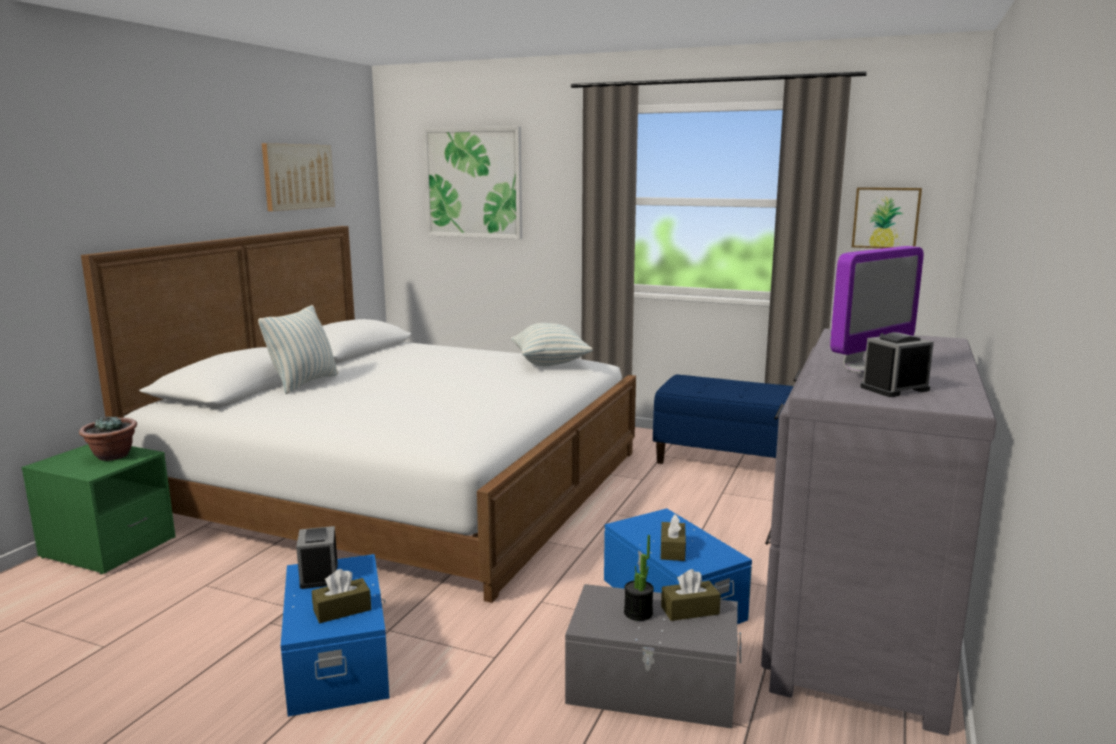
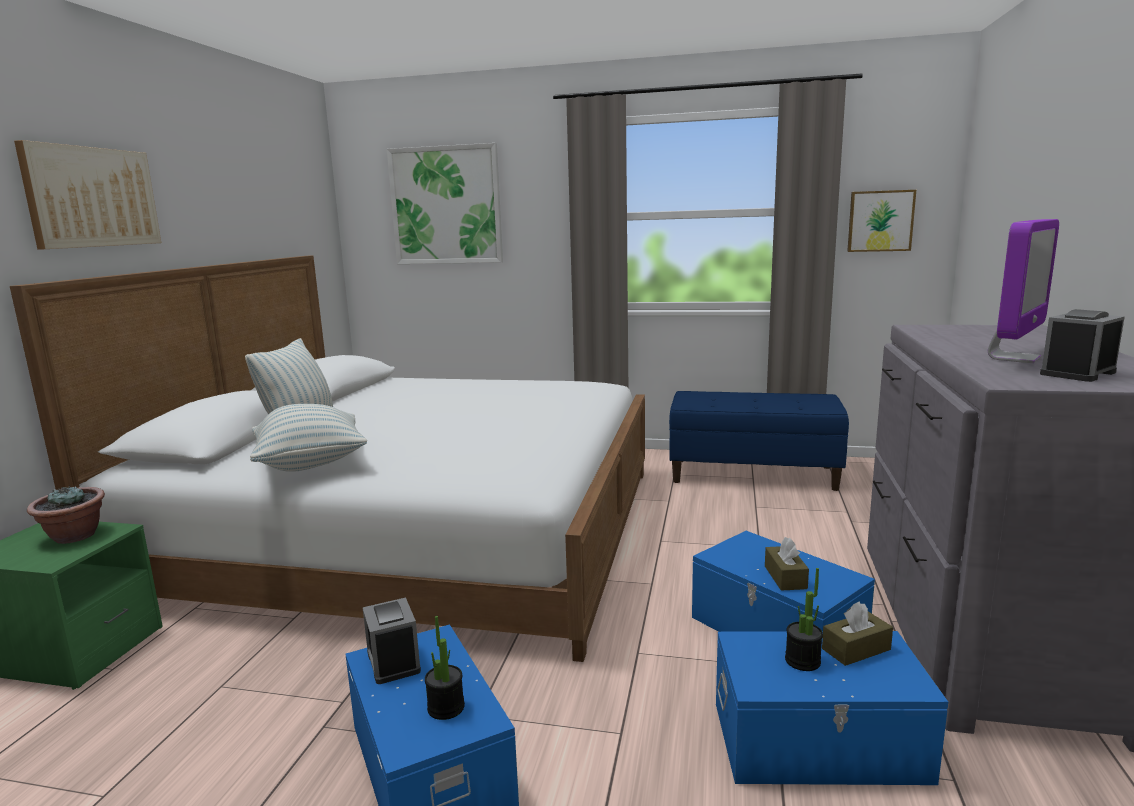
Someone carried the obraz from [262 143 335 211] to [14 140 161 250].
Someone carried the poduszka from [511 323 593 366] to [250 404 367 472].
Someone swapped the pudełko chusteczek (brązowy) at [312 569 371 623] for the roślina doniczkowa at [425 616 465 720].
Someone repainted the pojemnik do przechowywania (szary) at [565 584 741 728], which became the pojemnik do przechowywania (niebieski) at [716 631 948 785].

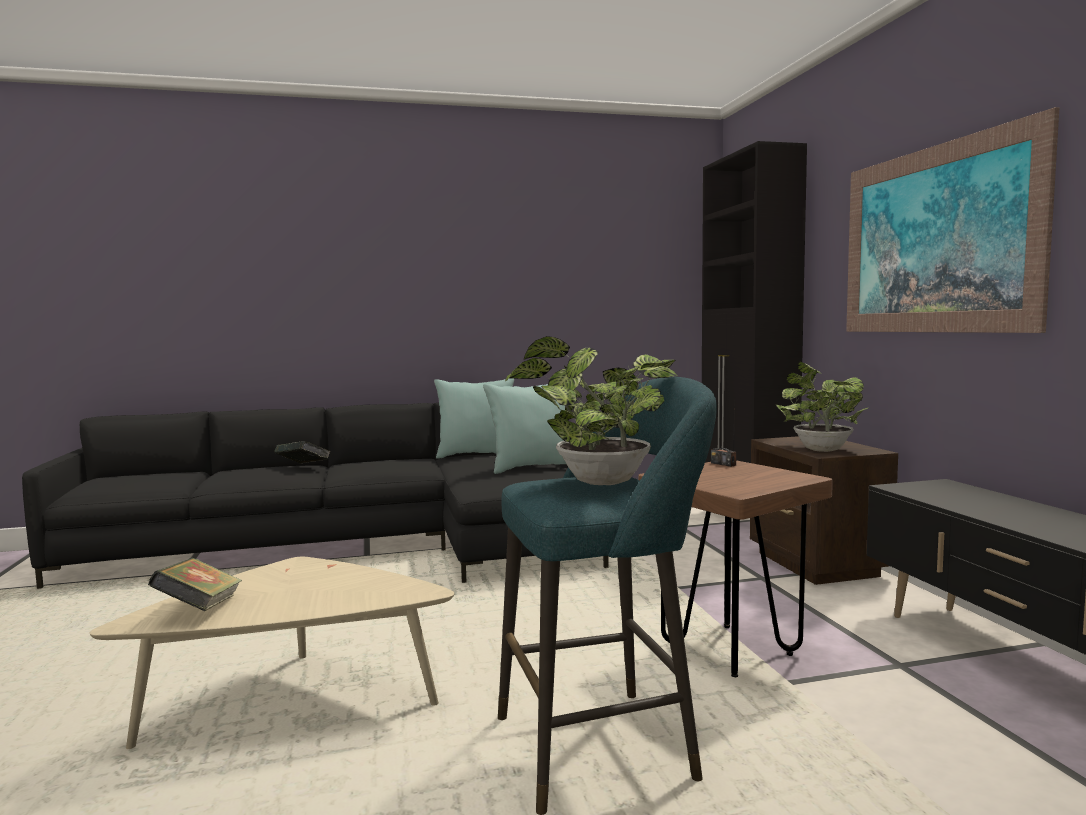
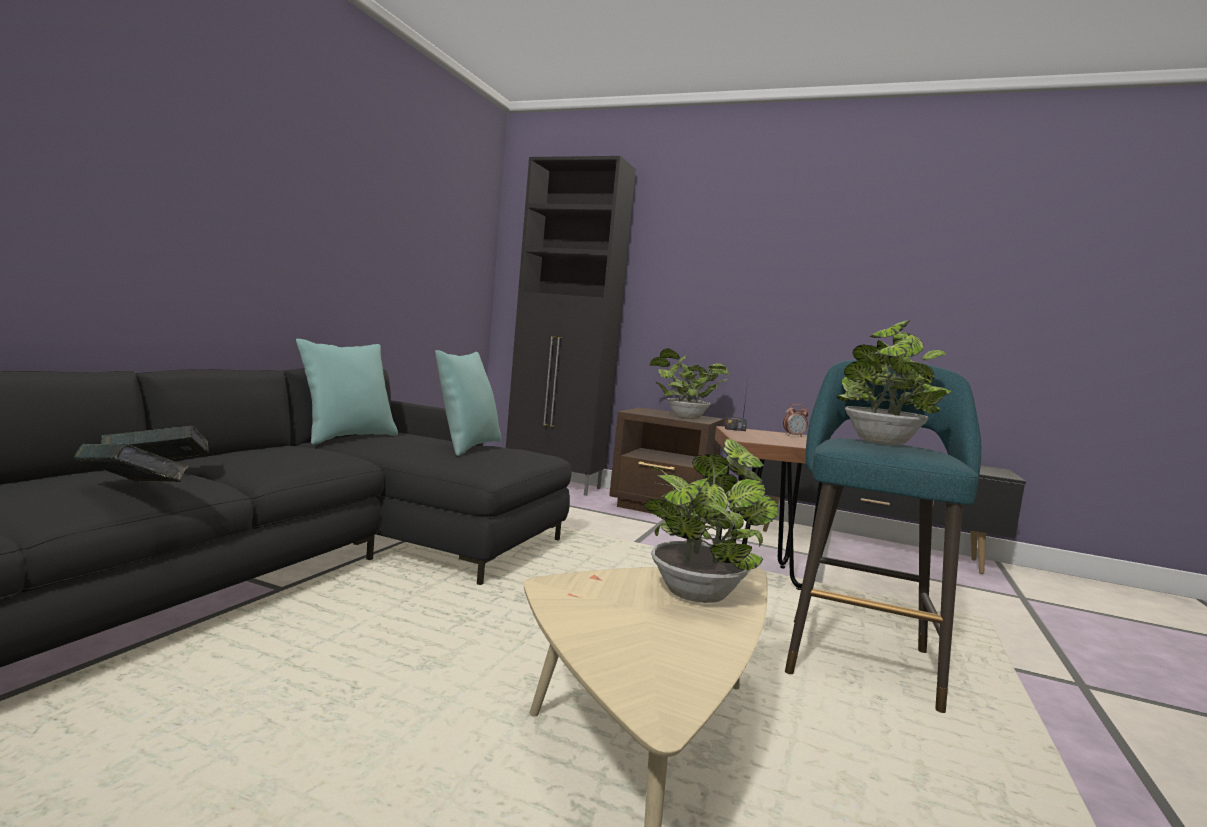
Someone carried the książka from [148 558 242 611] to [74 444 188 482].
Someone put down the roślina doniczkowa at [644 438 778 603].
Someone put down the budzik at [783 404 808 437].
Someone took away the obraz at [846 107 1059 333].

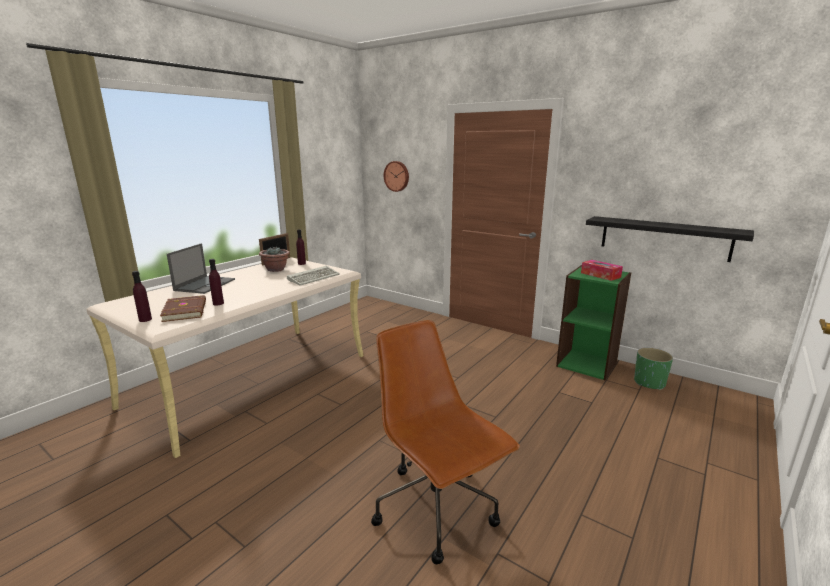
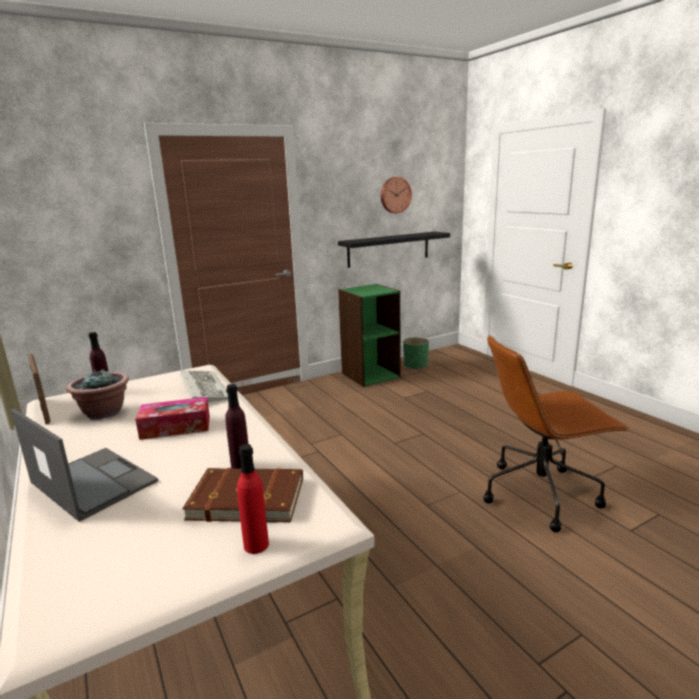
Someone carried the pudełko chusteczek from [581 260 623 281] to [135 397 210 440].
Someone repainted the butelka (fioletowy) at [132 271 152 322], which became the butelka (czerwony) at [237 444 269 554].
Someone carried the zegar ścienny from [384 161 409 192] to [381 177 412 213].

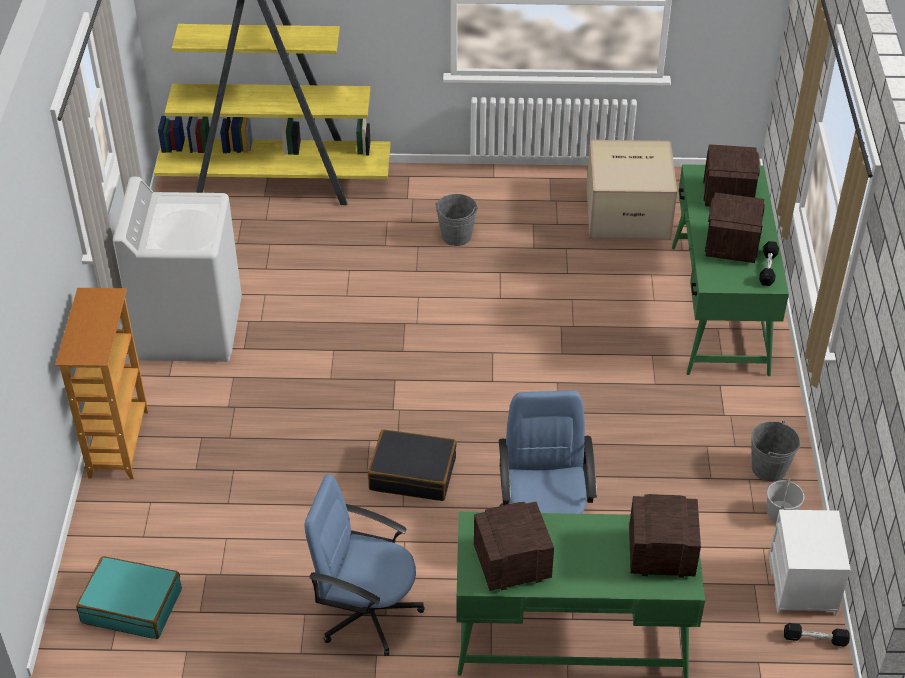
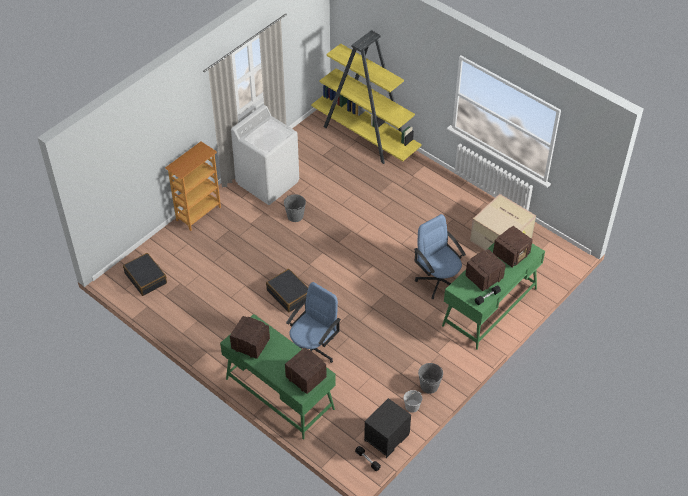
Someone repainted the walizka (turkusowy) at [76 556 182 639], which became the walizka (czarny) at [123 253 167 296].
Someone carried the wiadro (szary) from [436 194 478 246] to [284 194 306 222].
Someone repainted the szafka nocna (biały) at [769 510 851 616], which became the szafka nocna (czarny) at [364 398 411 458].
Someone carried the krzesło biurowe (niebieski) from [304 474 425 656] to [414 214 466 299].

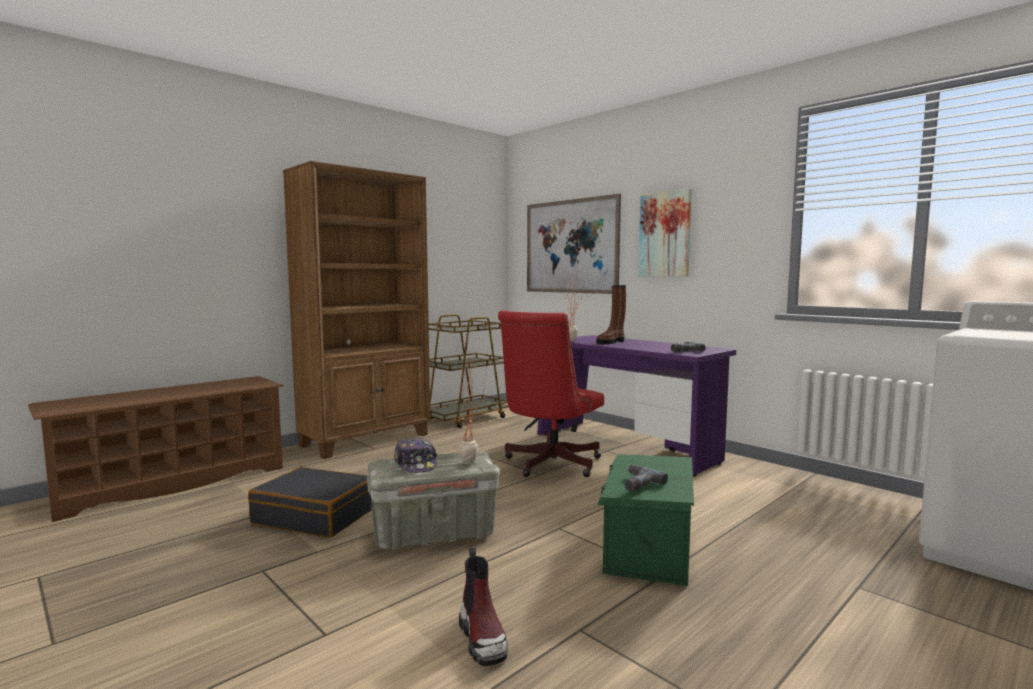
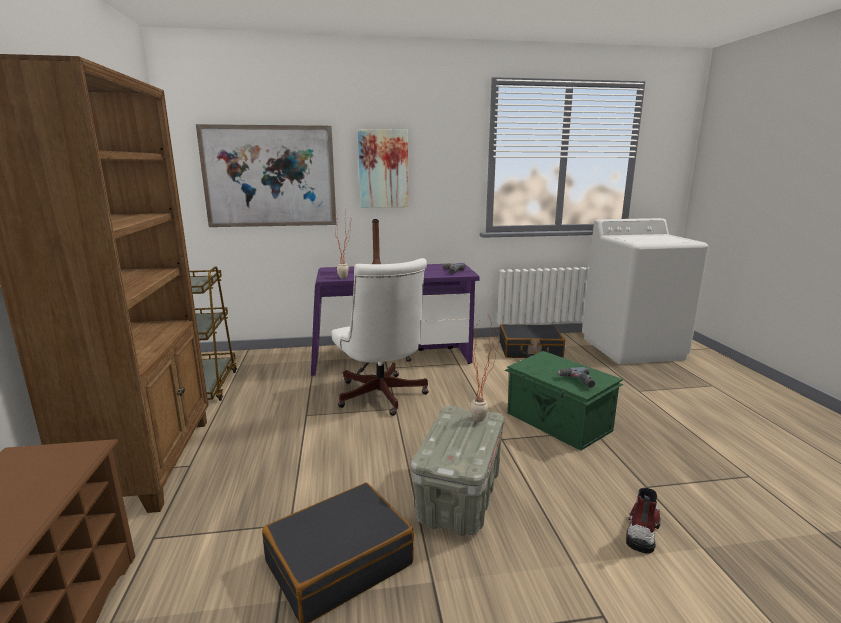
Someone repainted the krzesło biurowe (czerwony) at [498 310 604 477], which became the krzesło biurowe (biały) at [331 258 429 416].
Someone put down the walizka (czarny) at [500 324 565 358].
Someone rotated the but z cholewką at [459 547 508 666] by 75 degrees counterclockwise.
Someone took away the czapka z daszkiem at [394 438 437 473].

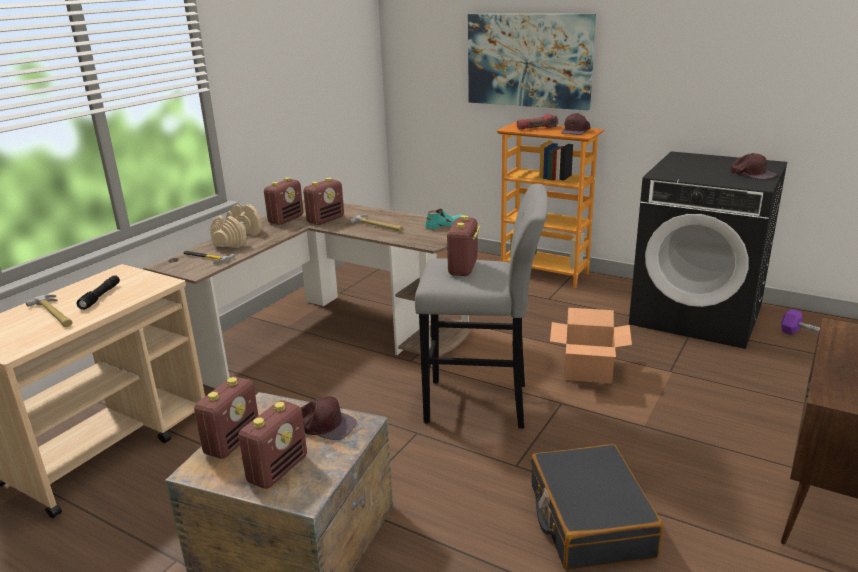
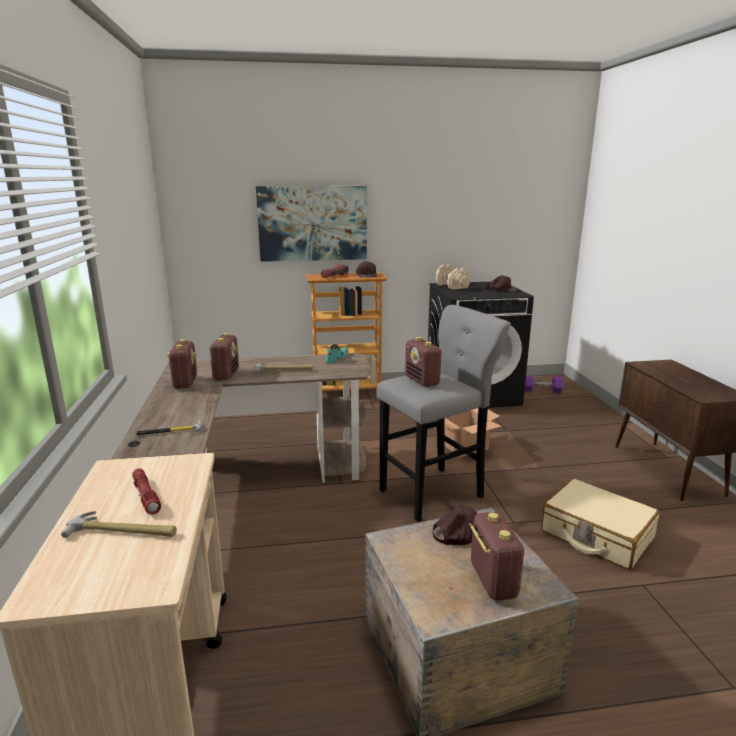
Someone repainted the latarka (czarny) at [76 275 120 310], which became the latarka (czerwony) at [132 468 161 515].
Someone carried the hantel (beżowy) from [210 204 262 248] to [436 264 470 290].
Someone repainted the walizka (czarny) at [531 444 663 570], which became the walizka (beżowy) at [541 478 660 570].
Someone took away the radio at [194 376 259 459].

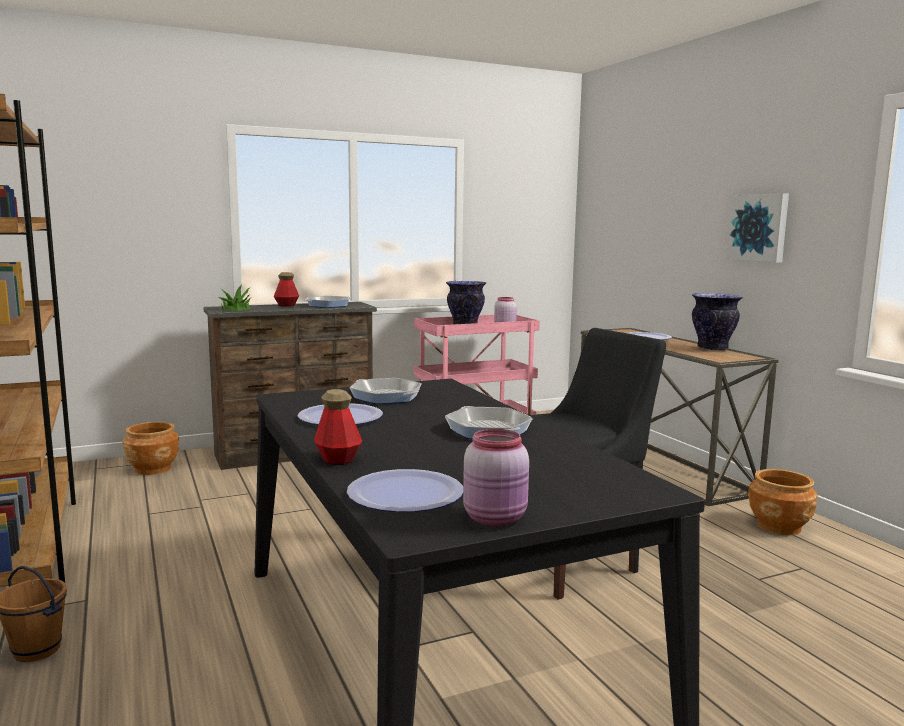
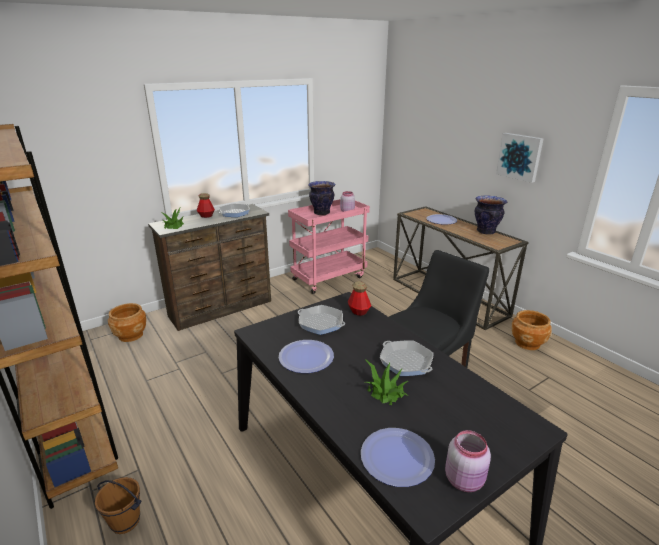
Someone carried the butelka from [314 389 362 465] to [348 281 371 316].
Someone put down the roślina doniczkowa at [365 359 408 405].

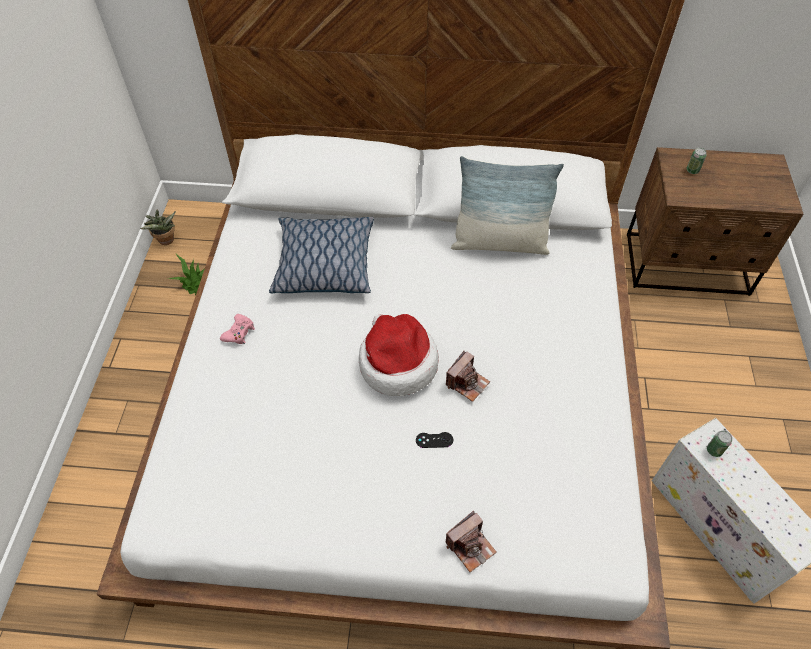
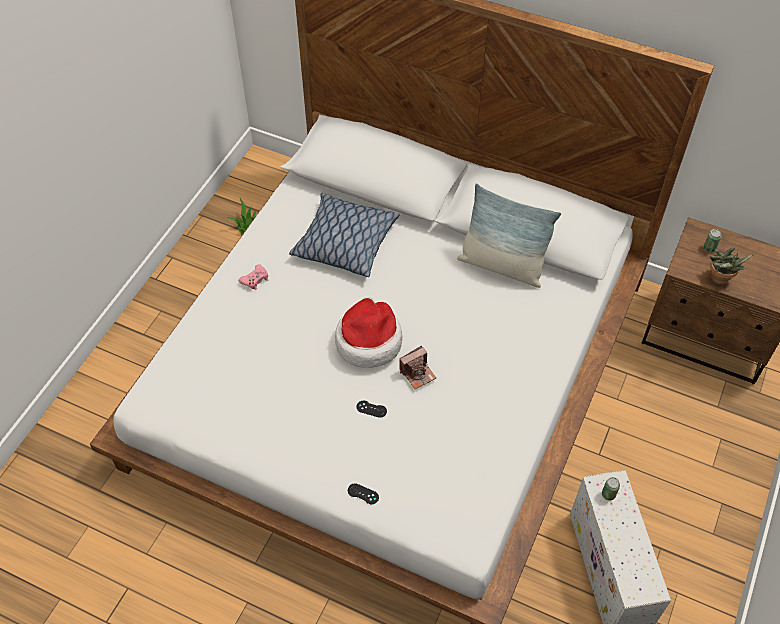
Someone swapped the aparat fotograficzny at [446 511 497 572] for the pad do gier (czarny) at [348 483 379 504].
Someone carried the roślina doniczkowa from [140 209 176 245] to [710 247 754 285].

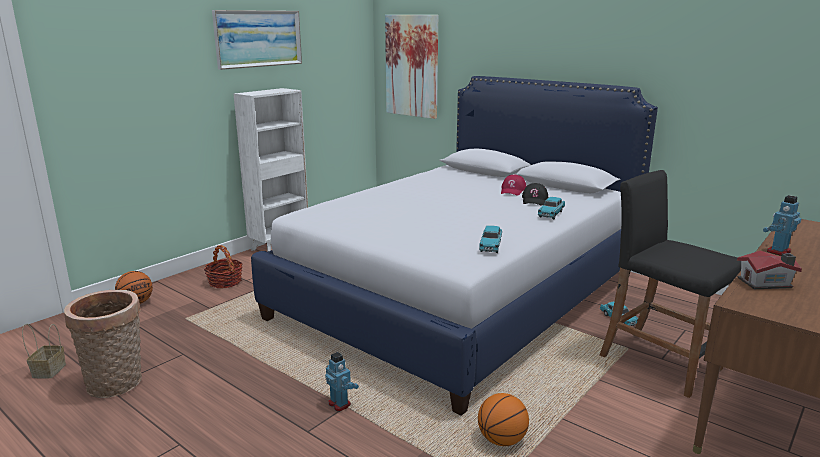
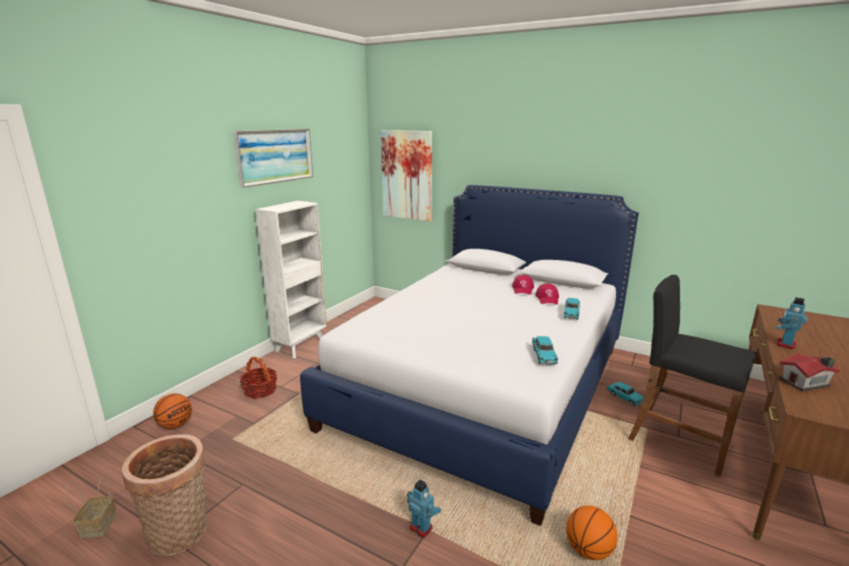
Someone repainted the czapka z daszkiem (czarny) at [522 183 548 206], which became the czapka z daszkiem (czerwony) at [535 283 559 305].

